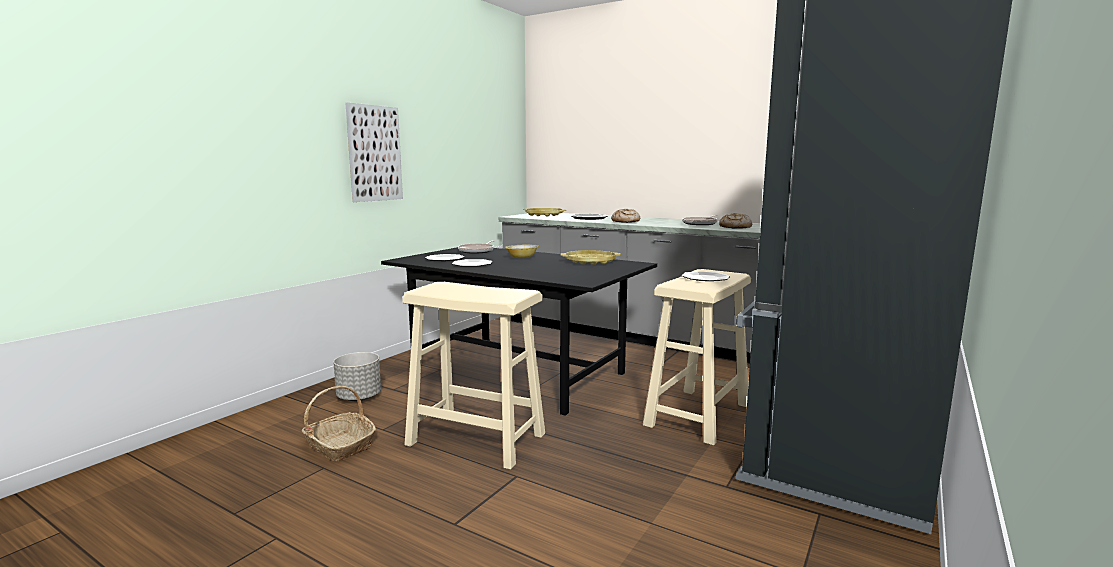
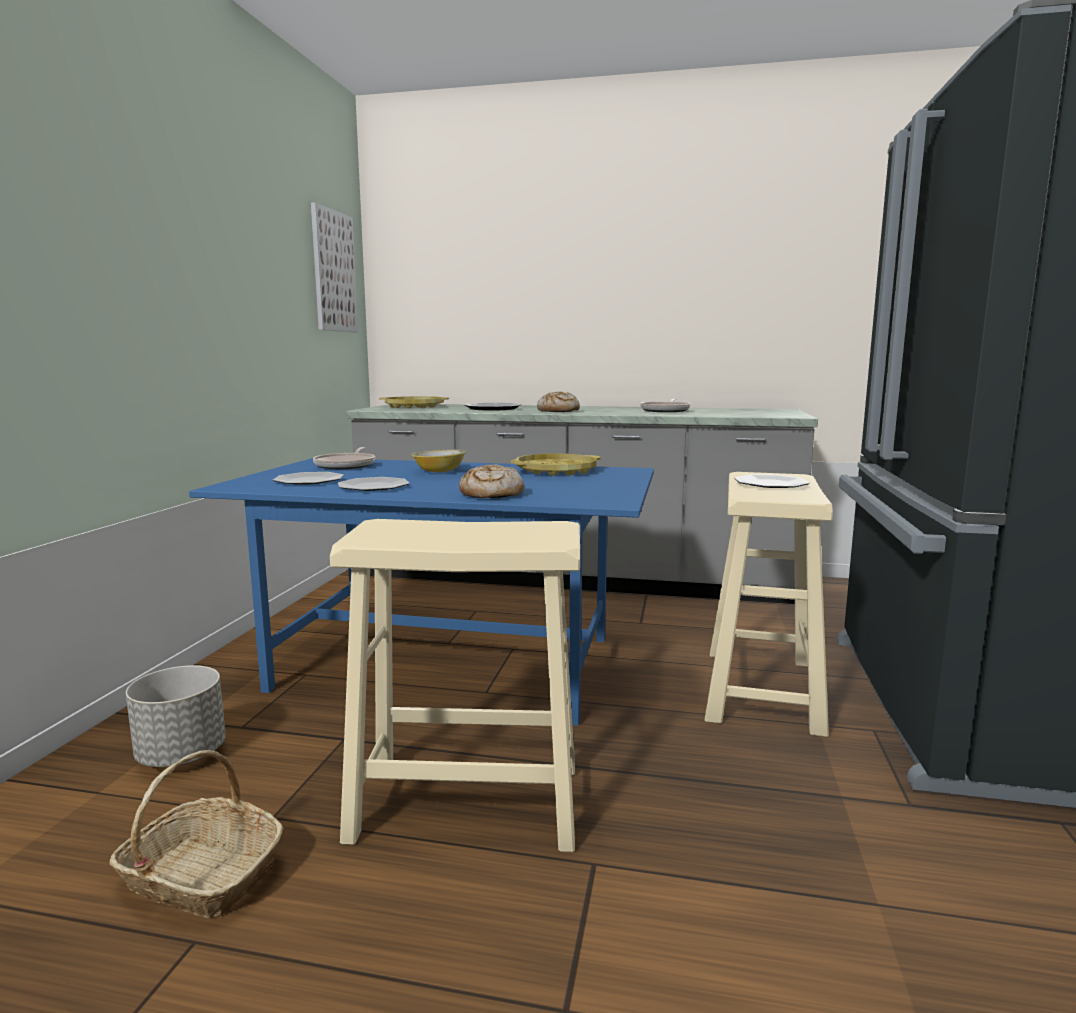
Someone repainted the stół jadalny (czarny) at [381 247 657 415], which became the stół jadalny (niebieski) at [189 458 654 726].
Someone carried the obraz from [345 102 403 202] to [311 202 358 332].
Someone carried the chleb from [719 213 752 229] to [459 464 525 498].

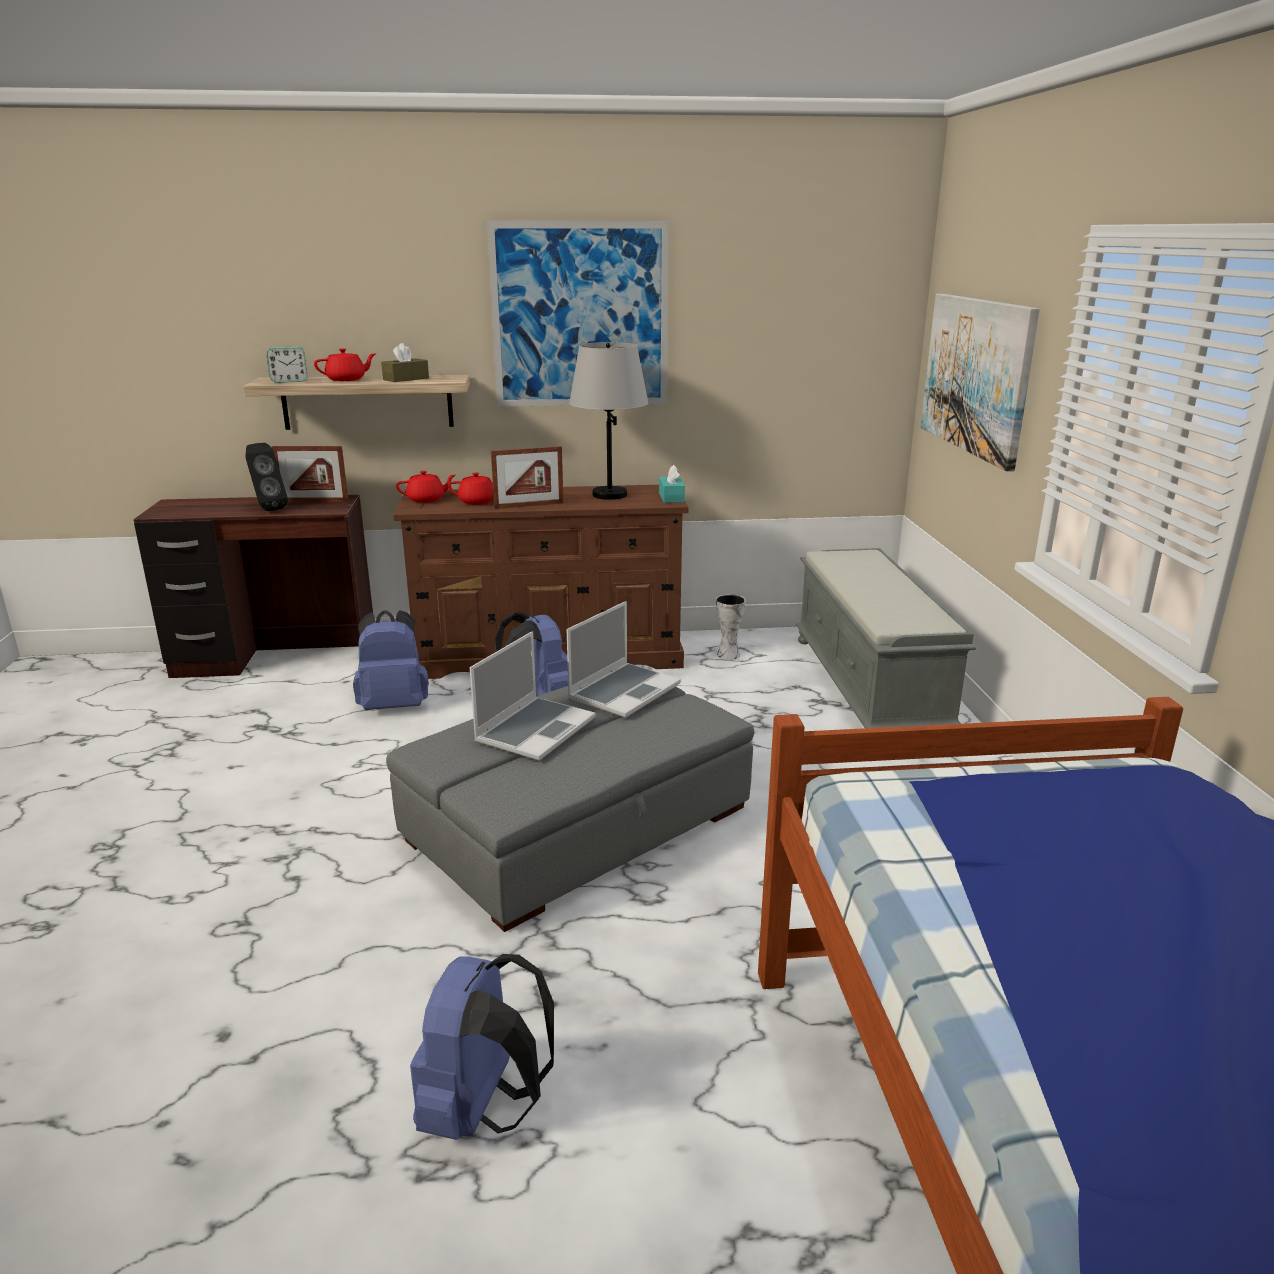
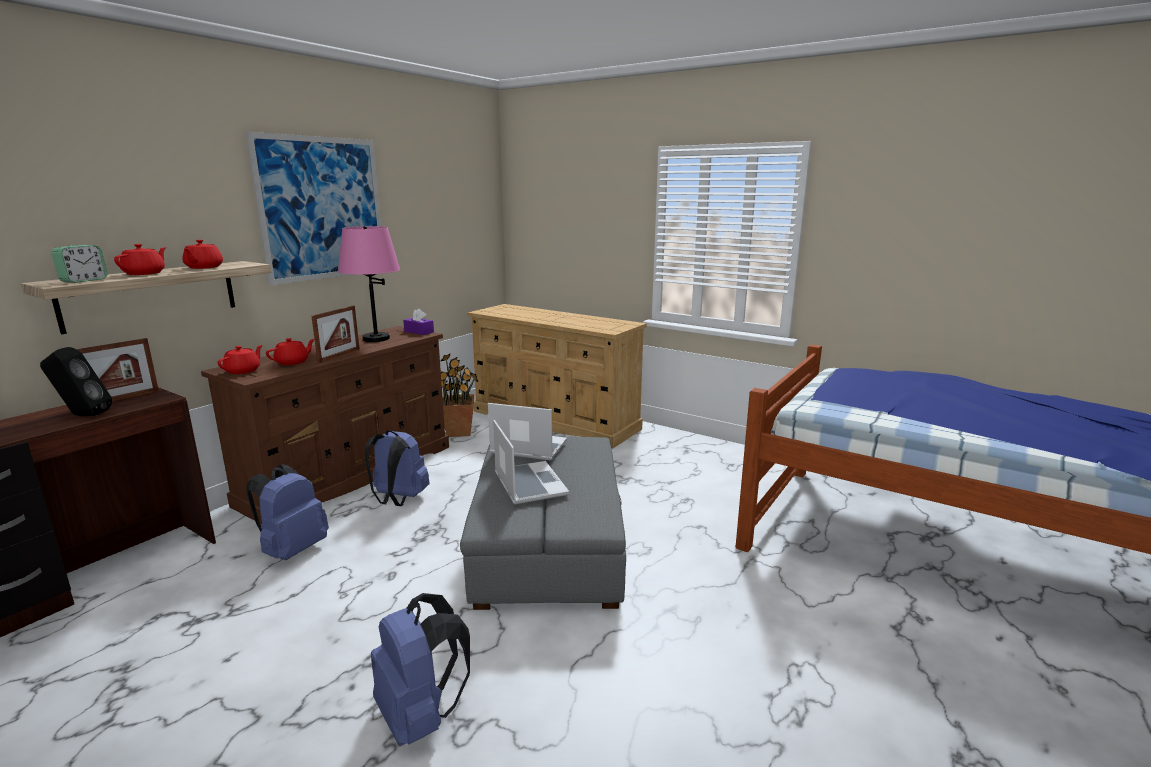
Someone swapped the pudełko chusteczek (brązowy) at [381 343 429 382] for the imbryk (czerwony) at [183 240 223 269].
Someone repainted the lampa stołowa (szary) at [569 342 648 500], which became the lampa stołowa (różowy) at [338 226 400 342].
Someone carried the plecak (niebieski) from [410 954 554 1140] to [371 593 470 746].
Someone repainted the pudełko chusteczek (turkusowy) at [659 465 685 503], which became the pudełko chusteczek (fioletowy) at [403 308 434 335].
Someone swapped the wazon at [716 594 746 660] for the roślina doniczkowa at [441 354 478 437].
Someone swapped the ławka (szary) at [796 548 976 728] for the komoda (beżowy) at [467 304 647 449].
Someone rotated the laptop at [566 601 681 718] by 60 degrees counterclockwise.
Someone took away the obraz at [921 294 1040 471].

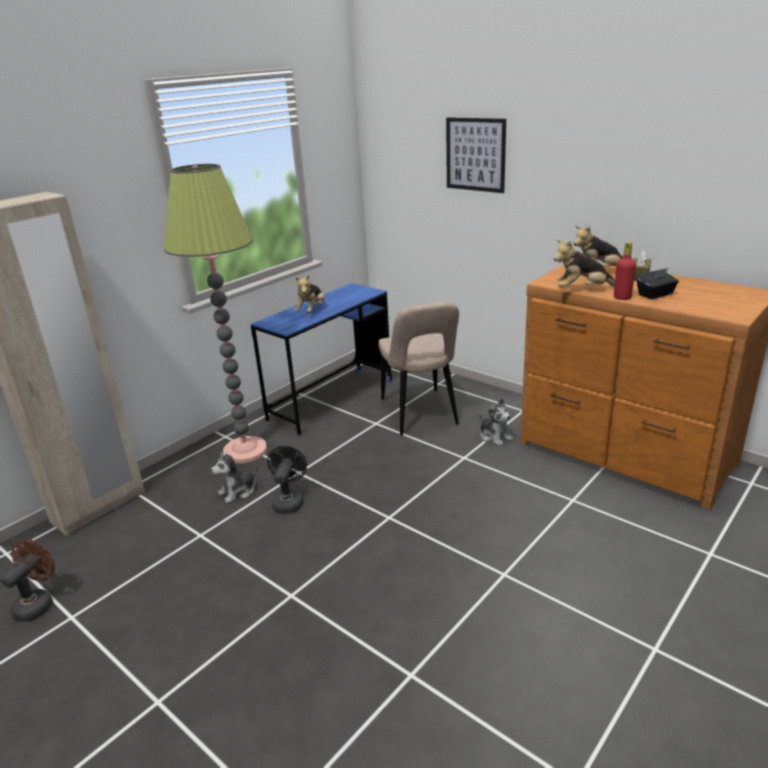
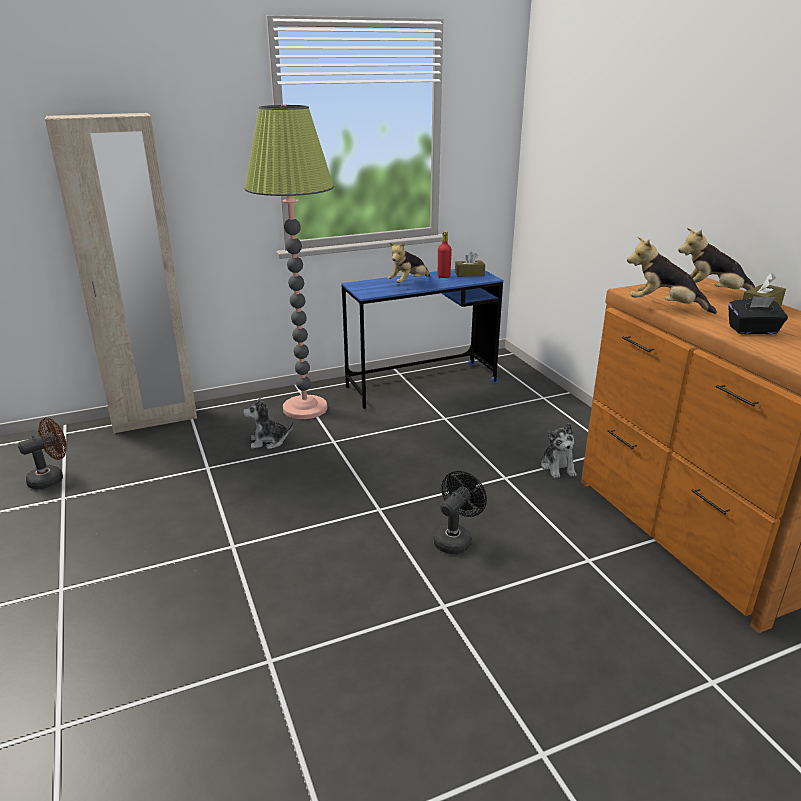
Someone carried the wentylator (czarny) from [267 446 307 514] to [433 471 487 554].
Someone carried the butelka (czerwony) from [614 242 636 300] to [438 231 452 278].
Someone put down the pudełko chusteczek (brązowy) at [455 252 485 277].
Someone took away the krzesło (beżowy) at [379 302 459 435].
Someone took away the obraz at [446 117 506 193].

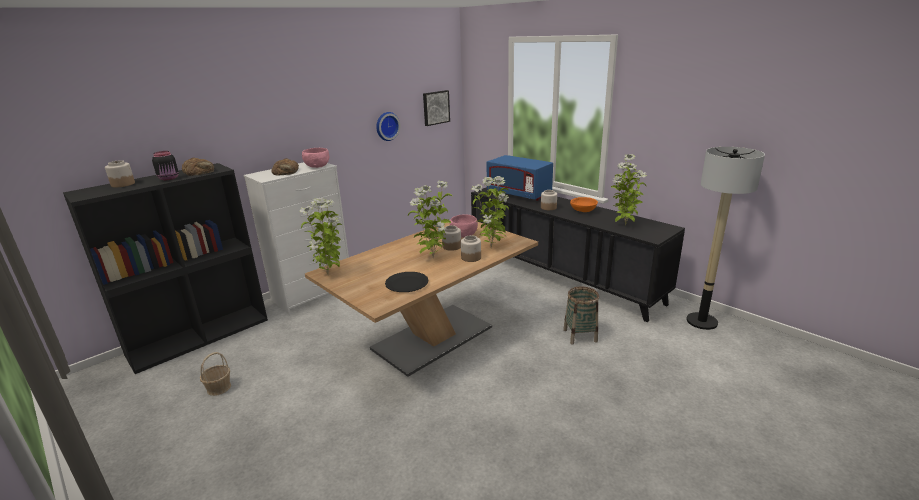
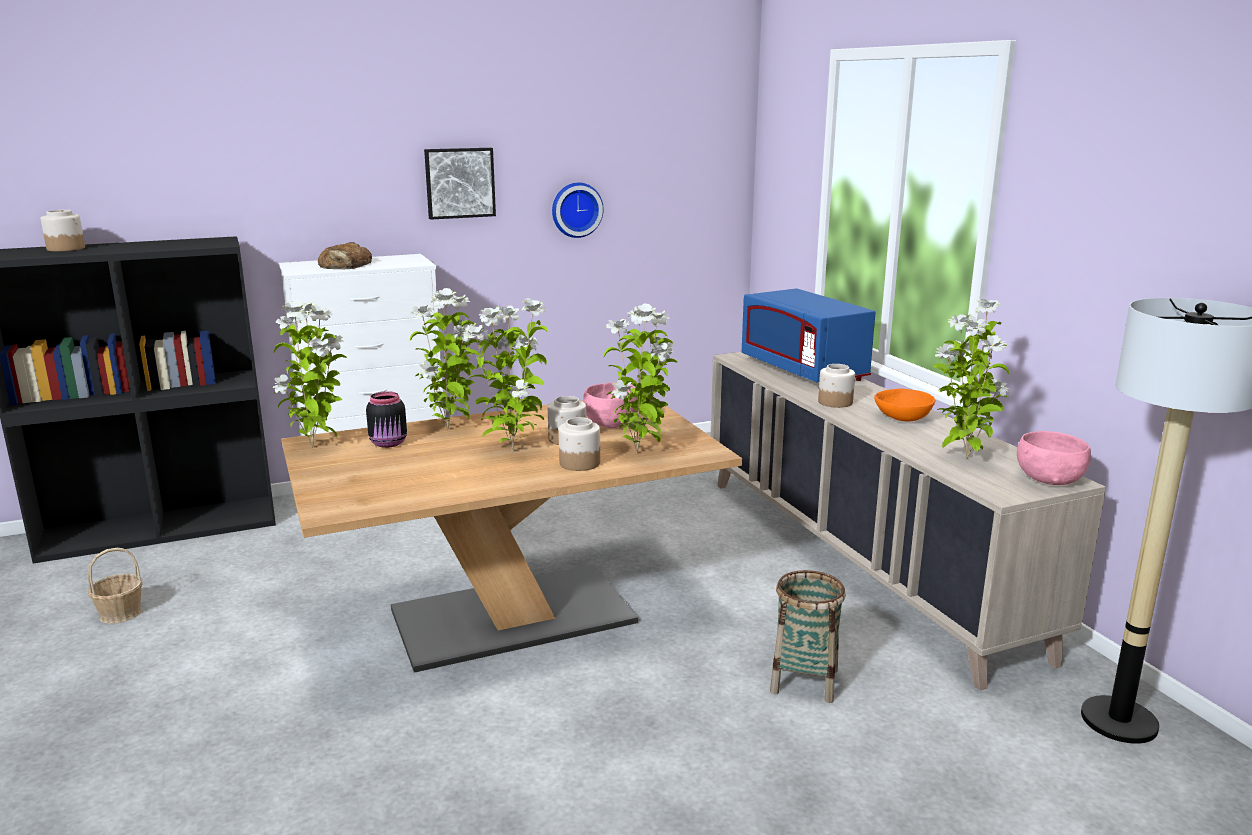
Someone carried the słoik (czarny) from [152 151 179 180] to [366 391 407 448].
Someone put down the roślina doniczkowa at [410 288 480 430].
Someone carried the obraz from [423 90 450 126] to [424 148 496 220].
Someone repainted the szafka (czarny) at [471 187 685 322], which became the szafka (beżowy) at [711 352 1106 690].
Someone carried the miska (różowy) from [302 148 329 168] to [1017 431 1091 485].
Someone took away the chleb at [182 157 214 176].
Someone took away the talerz (czarny) at [385 272 429 292].

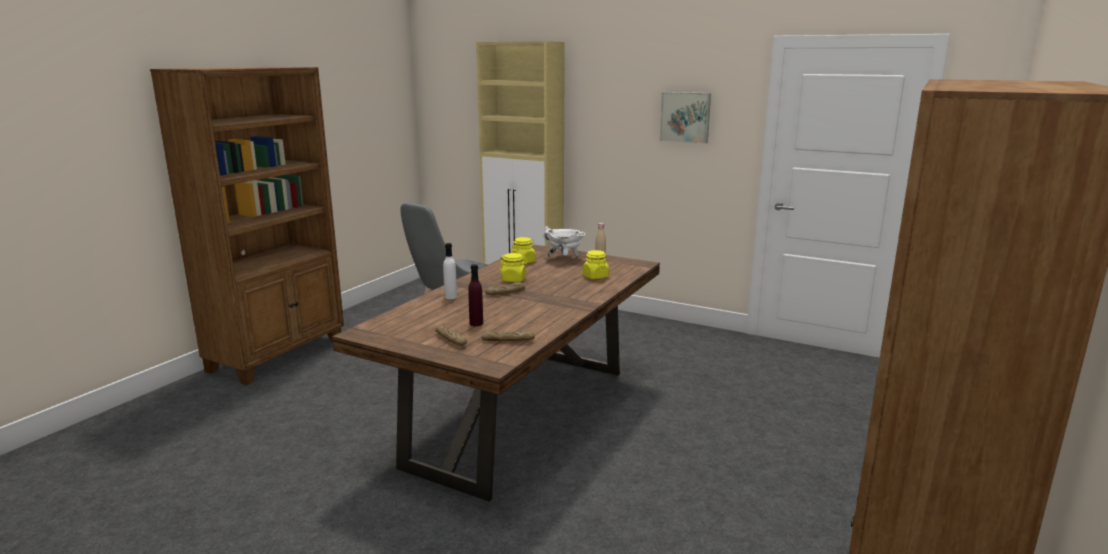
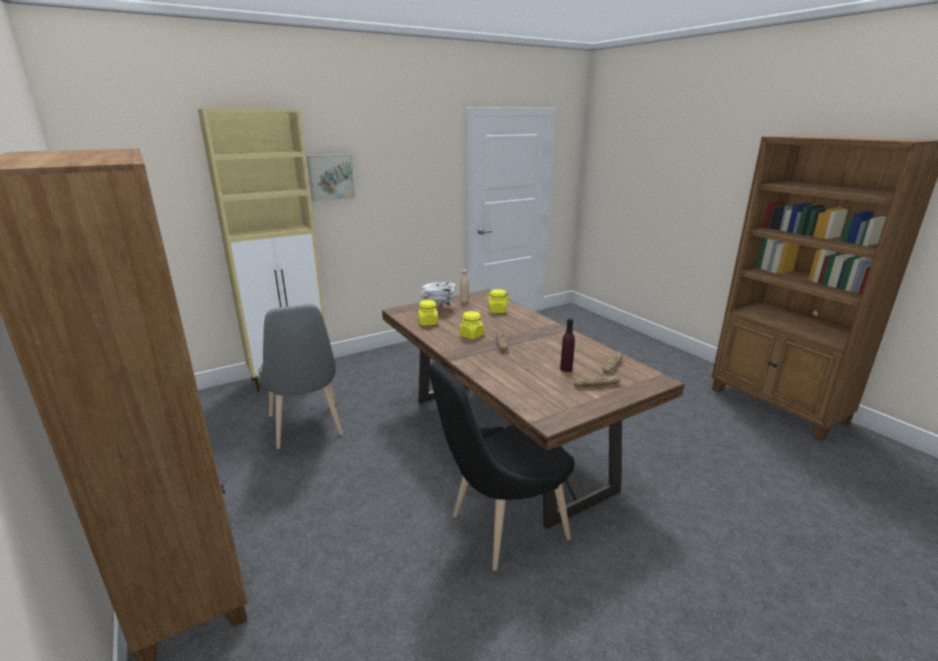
Someone carried the obraz from [660 92 711 144] to [307 154 355 202].
Someone put down the krzesło (czarny) at [429 362 575 571].
Someone took away the butelka (biały) at [443 243 457 299].

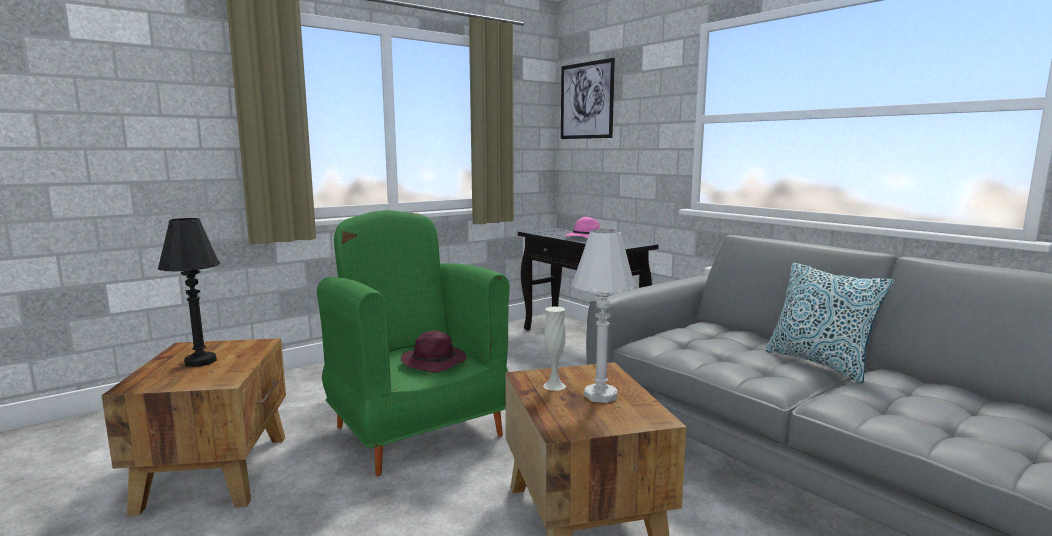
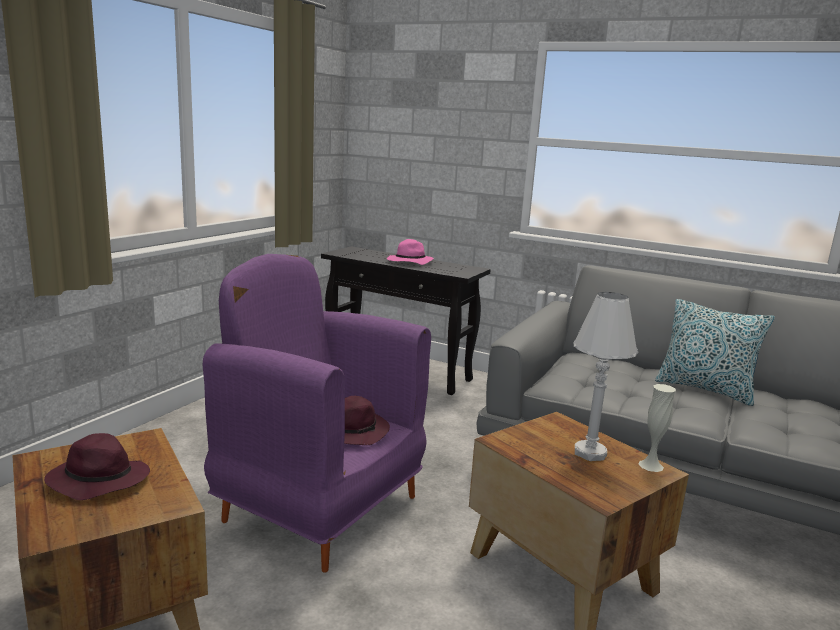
Someone swapped the lampa stołowa (czarny) at [158 218 221 367] for the kapelusz (fioletowy) at [44 433 150 500].
Someone repainted the fotel (zielony) at [317 210 510 476], which became the fotel (fioletowy) at [203 254 431 573].
Someone carried the wazon (biały) from [543 307 566 391] to [639 384 676 472].
Someone took away the obraz at [561 58 615 139].

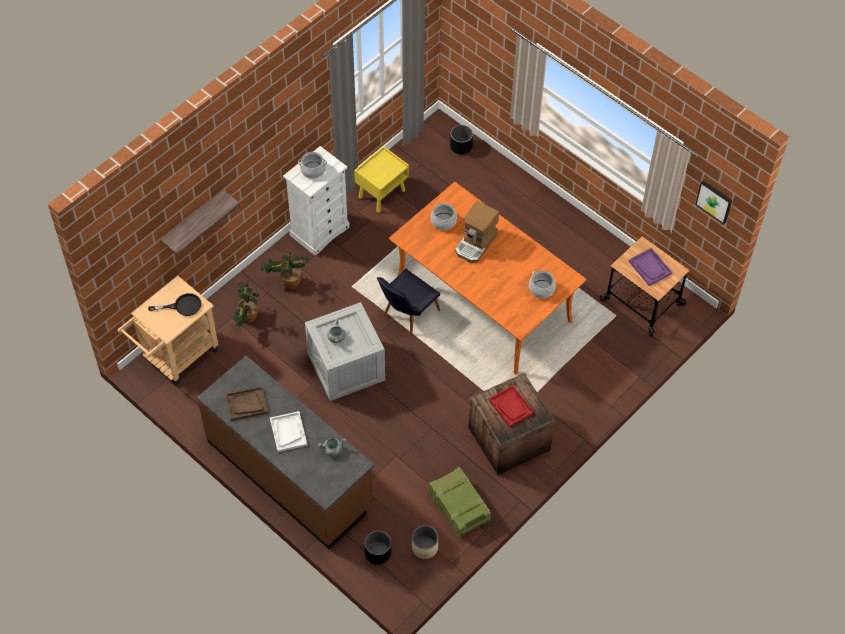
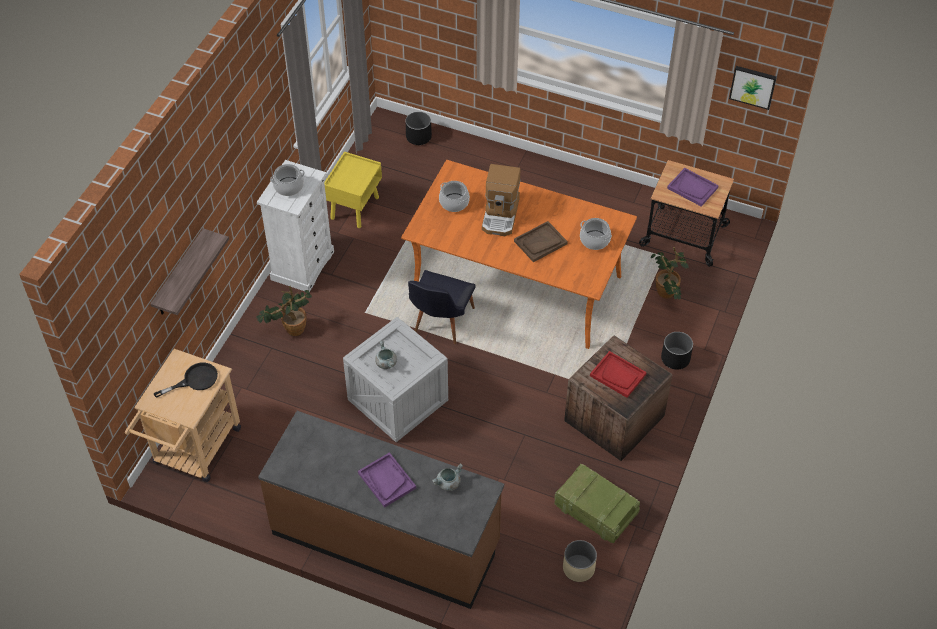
Someone repainted the taca (biały) at [270 411 308 452], which became the taca (fioletowy) at [358 452 416 508].
Someone carried the taca (brązowy) from [225 386 268 421] to [514 221 568 262].
Someone carried the roślina doniczkowa from [233 282 259 327] to [651 247 689 300].
Someone carried the donica (czarny) from [365 531 391 564] to [661 332 693 370].

